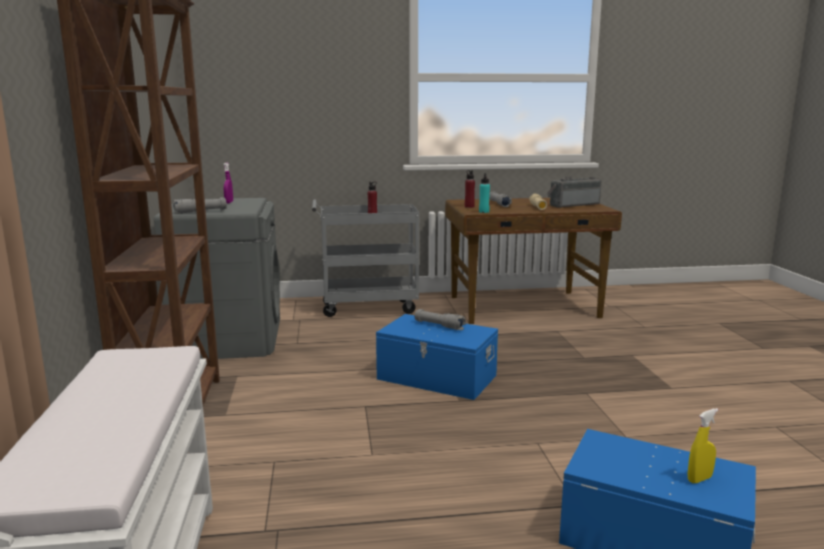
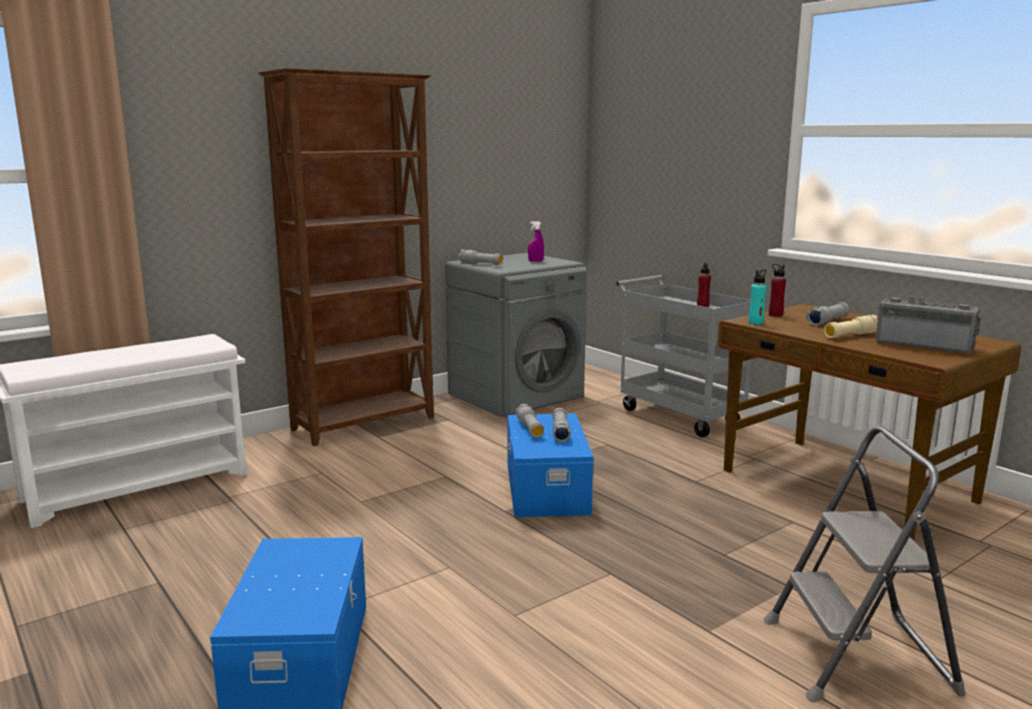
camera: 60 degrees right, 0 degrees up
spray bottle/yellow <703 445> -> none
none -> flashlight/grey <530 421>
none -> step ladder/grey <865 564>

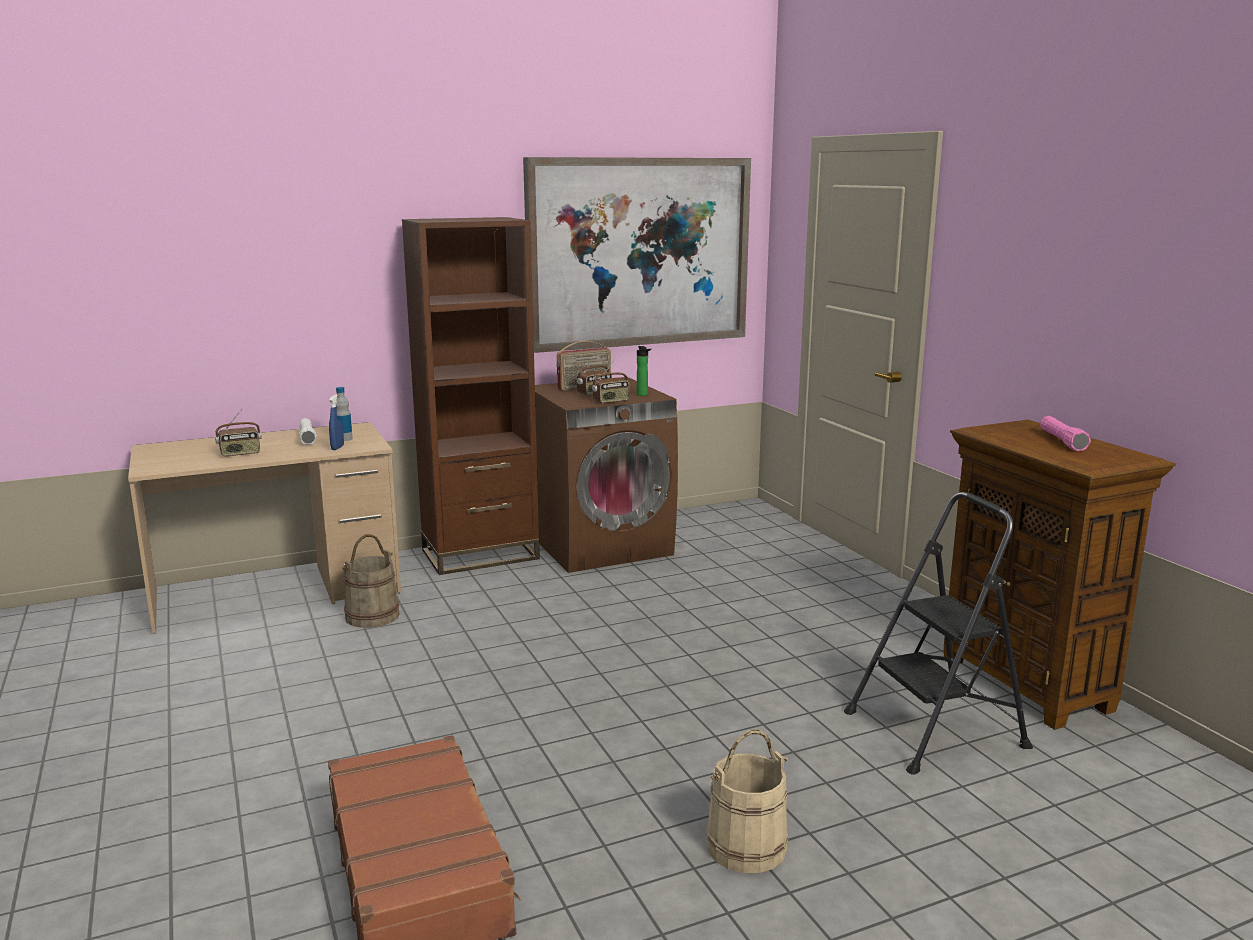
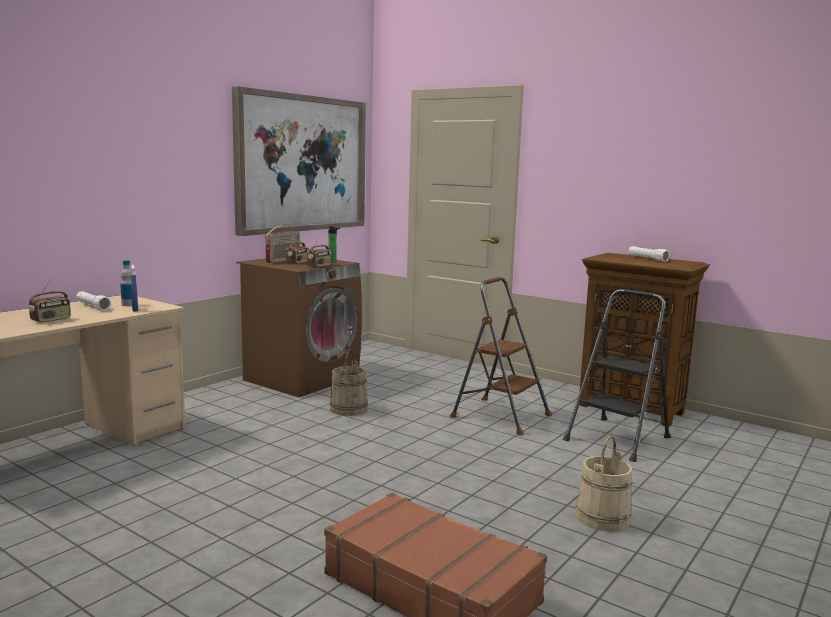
camera: 30 degrees left, 5 degrees down
bookcase/brown <471 396> -> none
none -> step ladder/brown <500 356>
bucket/beige <371 581> -> bucket/beige <349 382>, move
flashlight/pink <1065 433> -> flashlight/white <649 254>

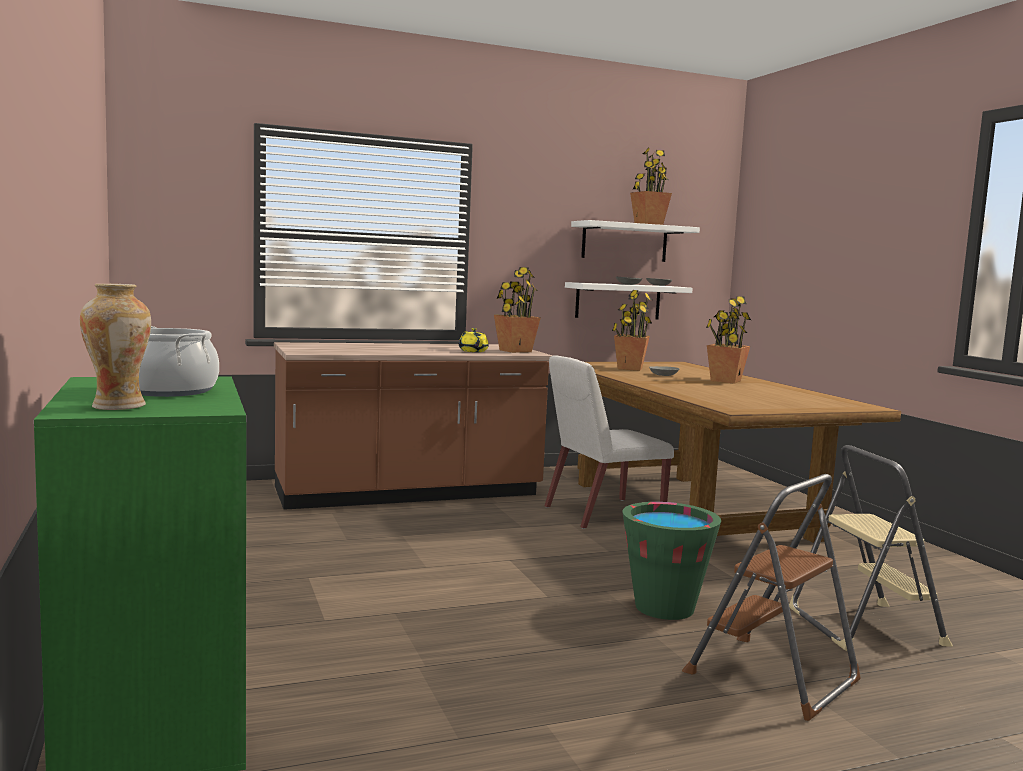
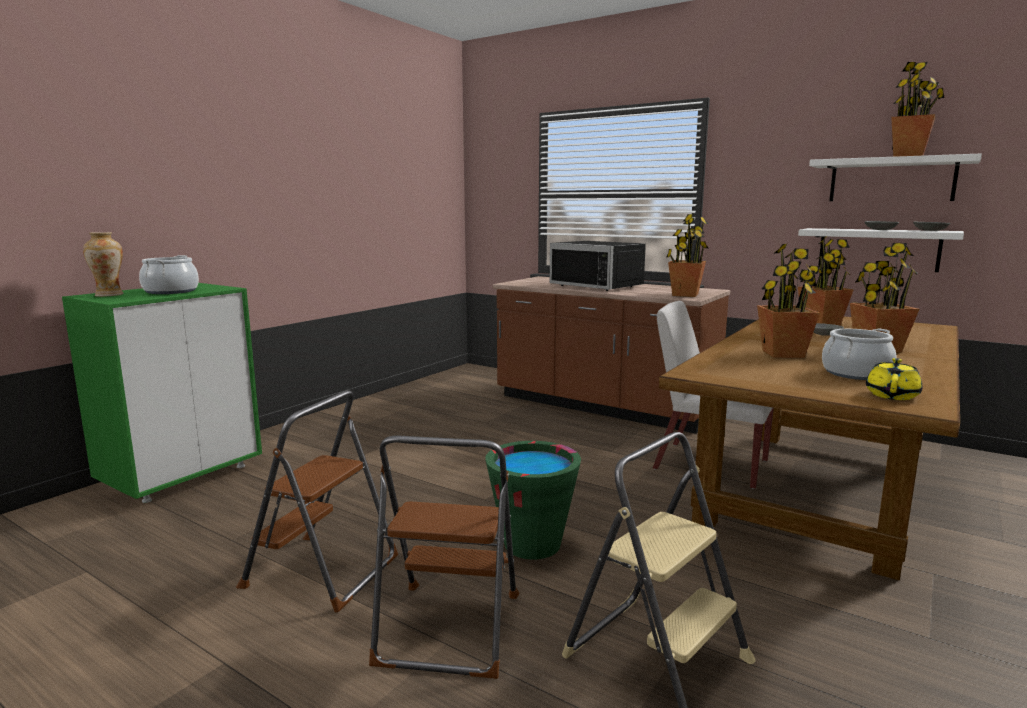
camera: 55 degrees right, 5 degrees up
none -> step ladder/brown <317 501>
none -> microwave/black <597 266>
none -> potted plant <788 301>
none -> cooking pot <859 354>
teapot/yellow <474 340> -> teapot/yellow <894 379>, move

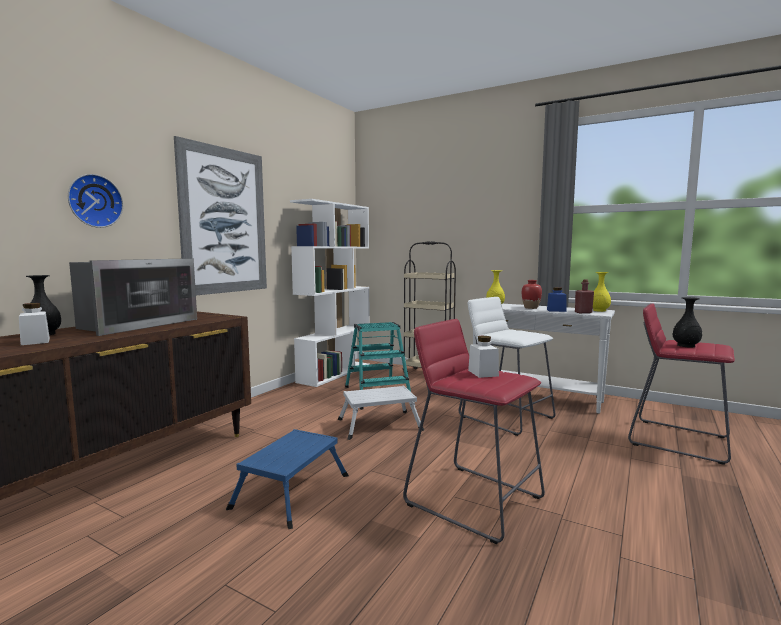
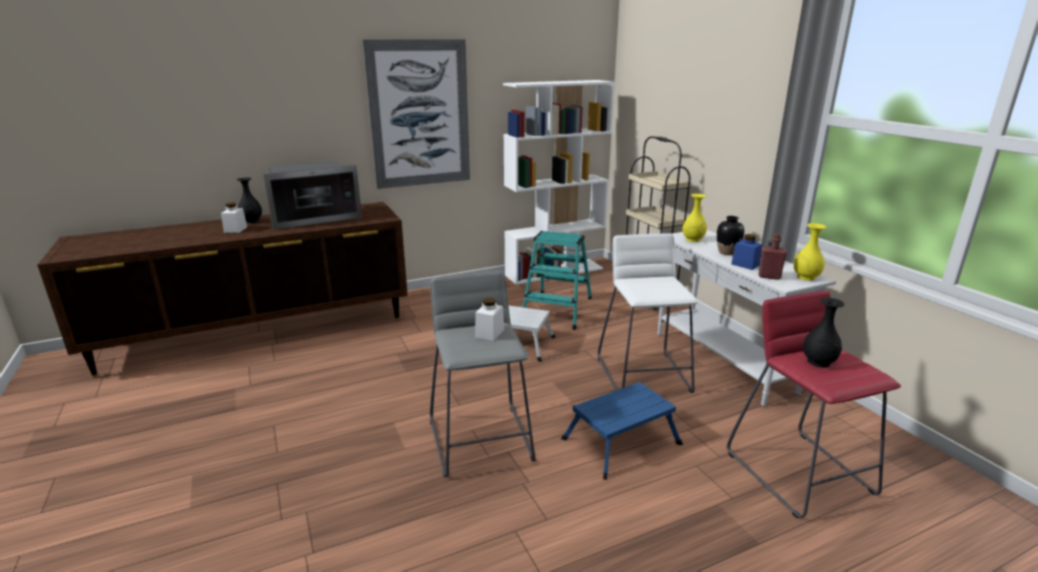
camera: 35 degrees right, 15 degrees up
wall clock <95 201> -> none
step ladder/blue <287 479> -> step ladder/blue <622 431>, move
stool/red <474 431> -> stool/grey <482 374>
vase/red <532 294> -> vase/black <730 235>

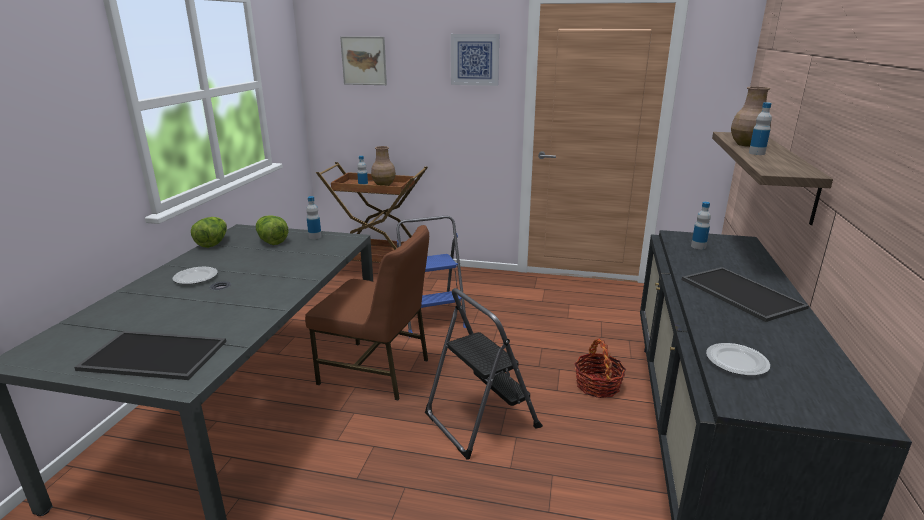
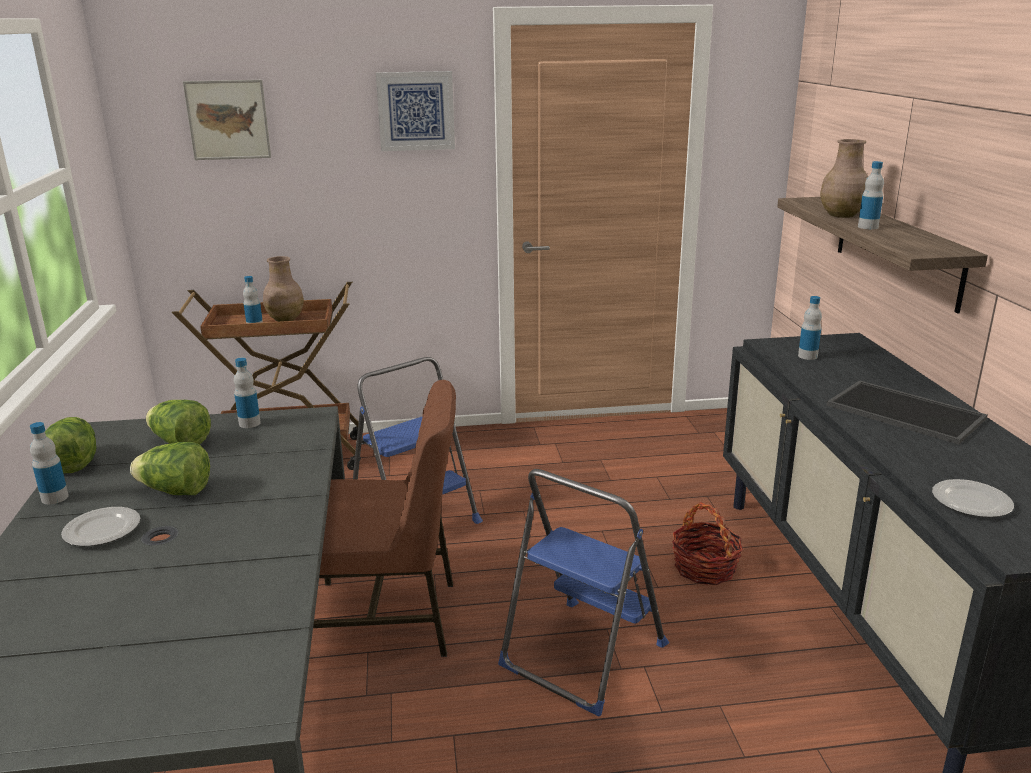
camera: 20 degrees left, 0 degrees up
tray <150 355> -> none
none -> bottle <49 463>
none -> lettuce <170 468>
step ladder/black <484 374> -> step ladder/blue <583 593>

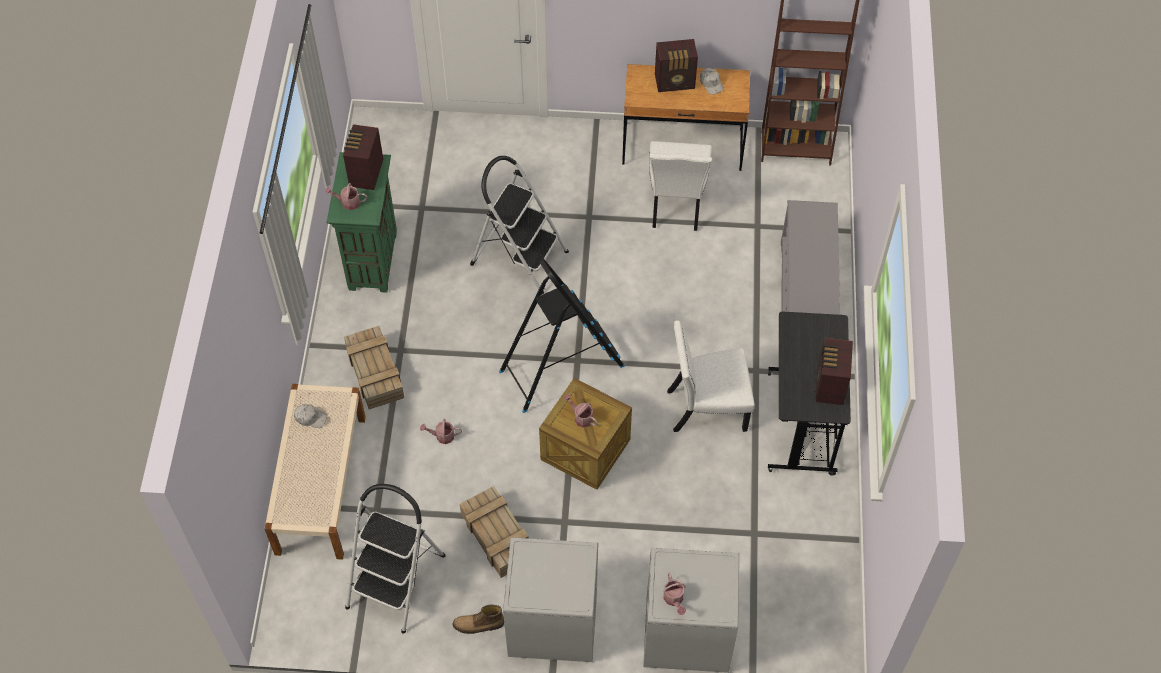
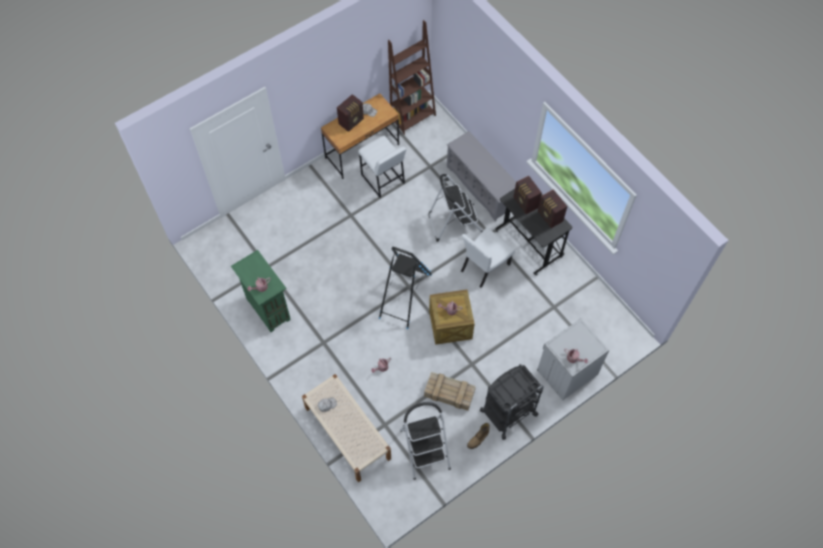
camera: 40 degrees left, 5 degrees up
crate <374 367> -> none
radio <363 157> -> radio <528 195>, move
step ladder <519 225> -> step ladder <455 208>, move
washing machine/white <550 599> -> cart/black <512 402>
chair/white <680 186> -> stool/white <382 167>

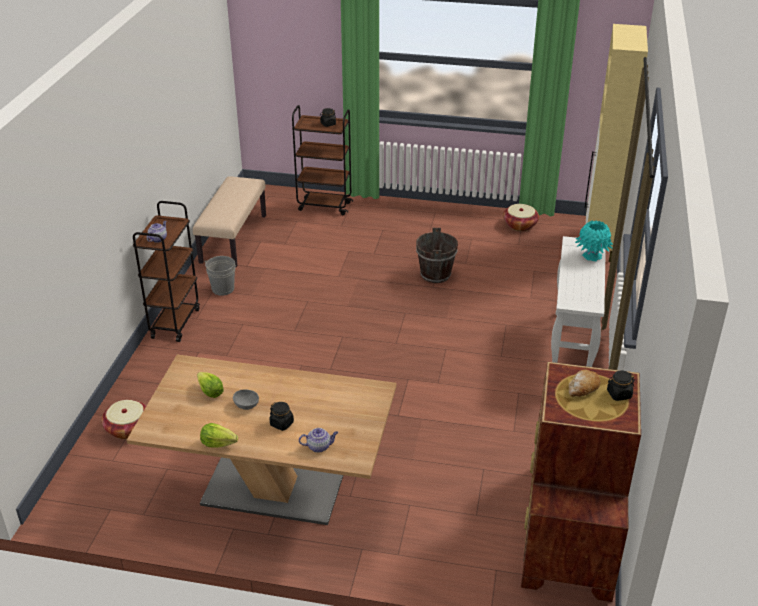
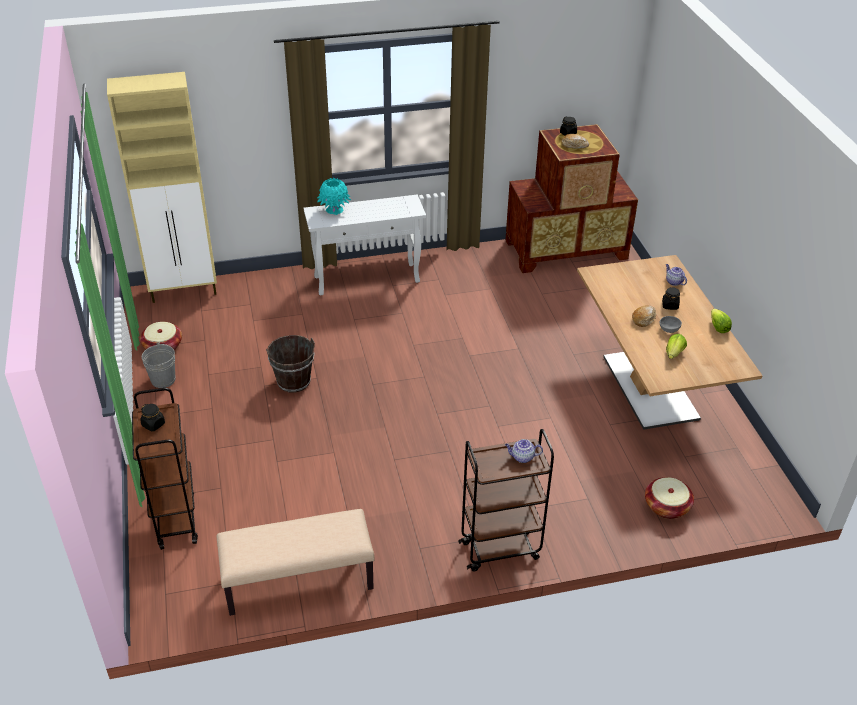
camera: 115 degrees left, 5 degrees up
none -> bread <644 316>
bucket/grey <220 276> -> bucket/grey <159 365>, move

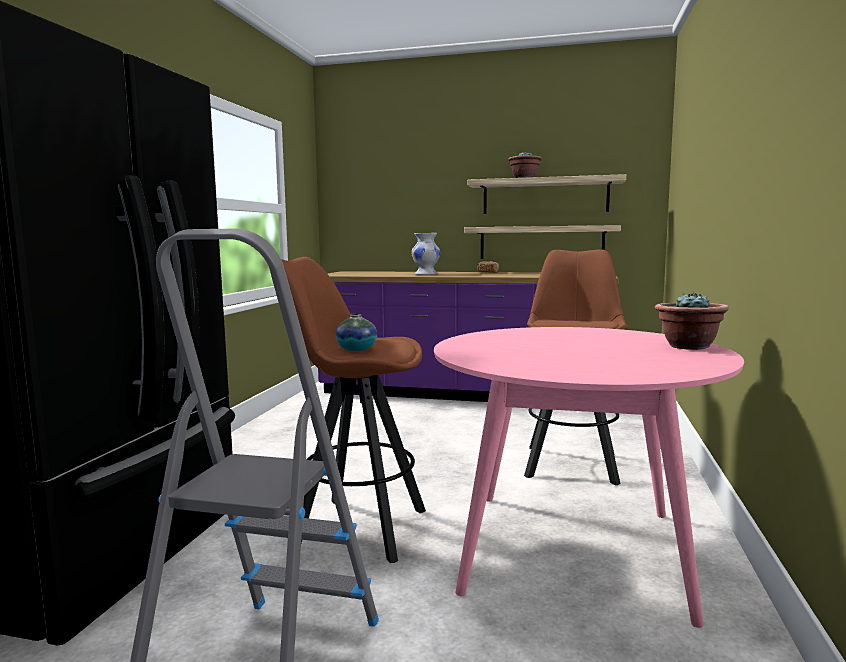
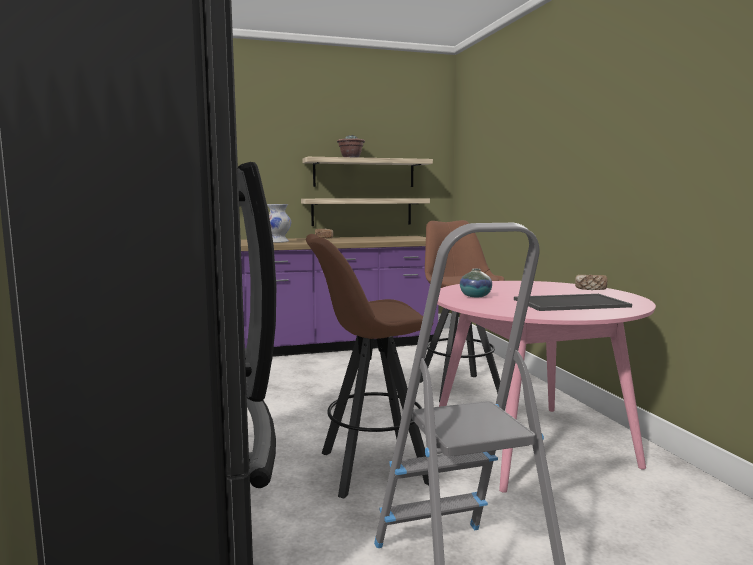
camera: 30 degrees left, 0 degrees up
none -> tray <573 302>
vase <356 332> -> vase <476 283>, move
potted plant <692 321> -> bread <591 282>

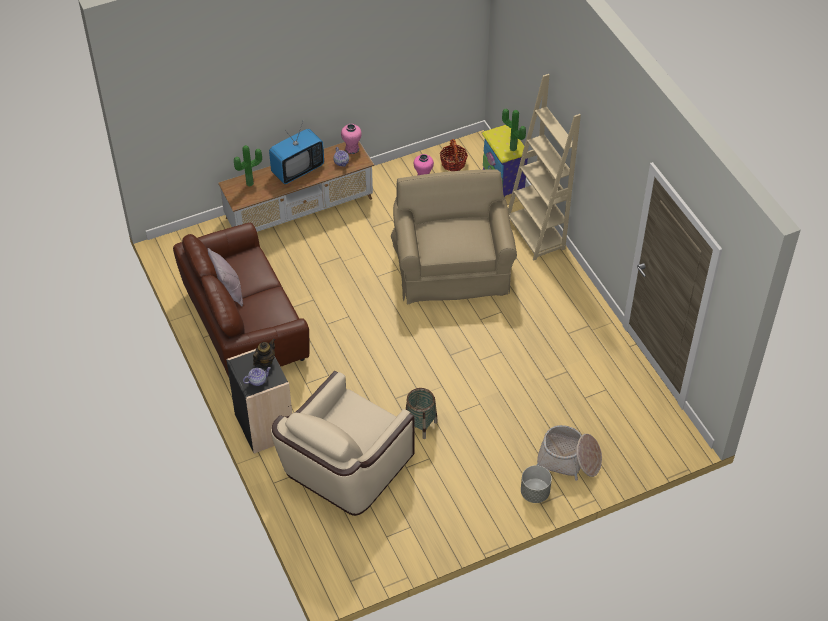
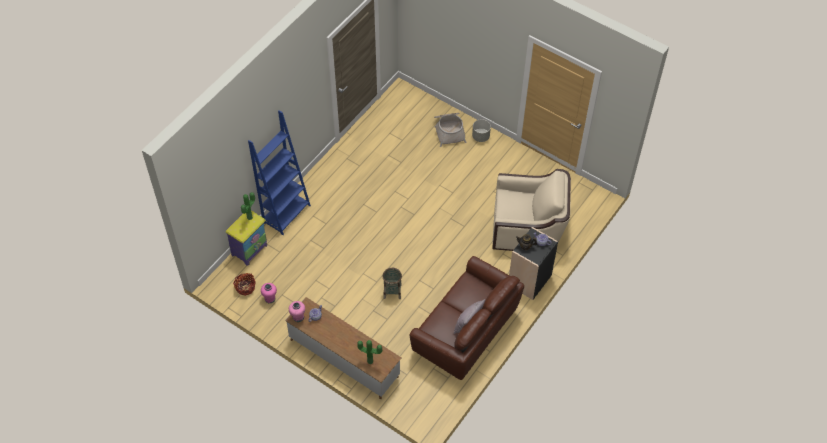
camera: 120 degrees left, 5 degrees up
television <296 153> -> none
armchair/beige <454 236> -> none
basket <422 413> -> basket <392 283>, move
bookcase/beige <544 167> -> bookcase/blue <279 172>

